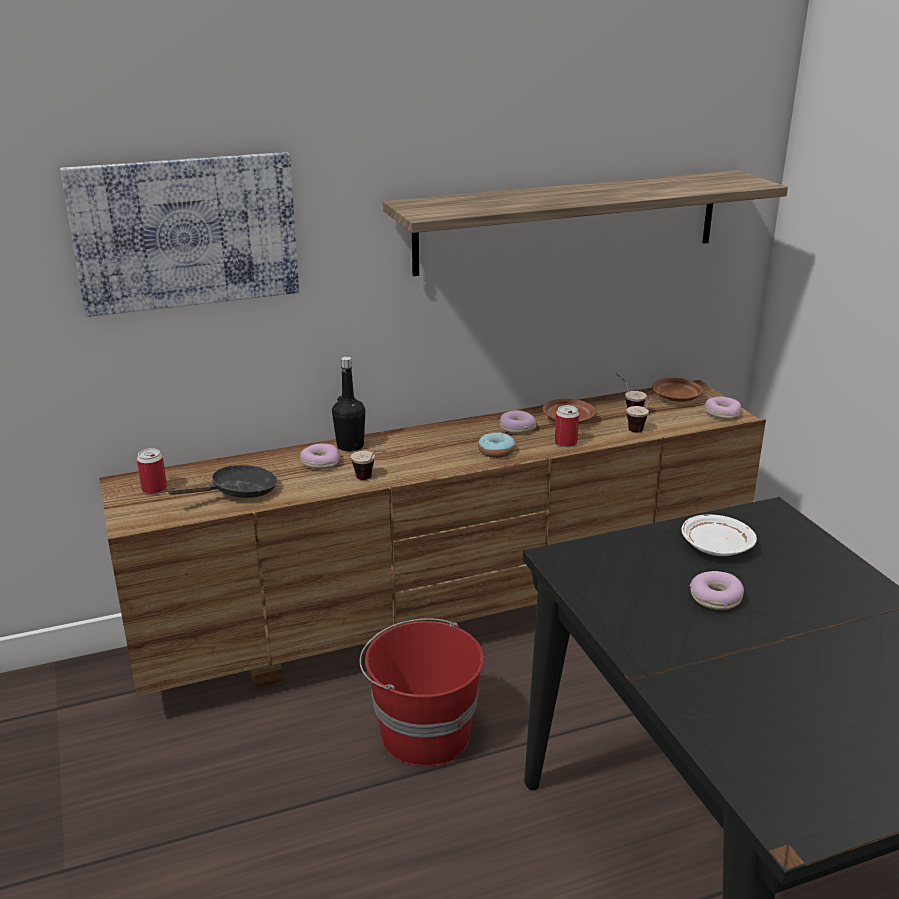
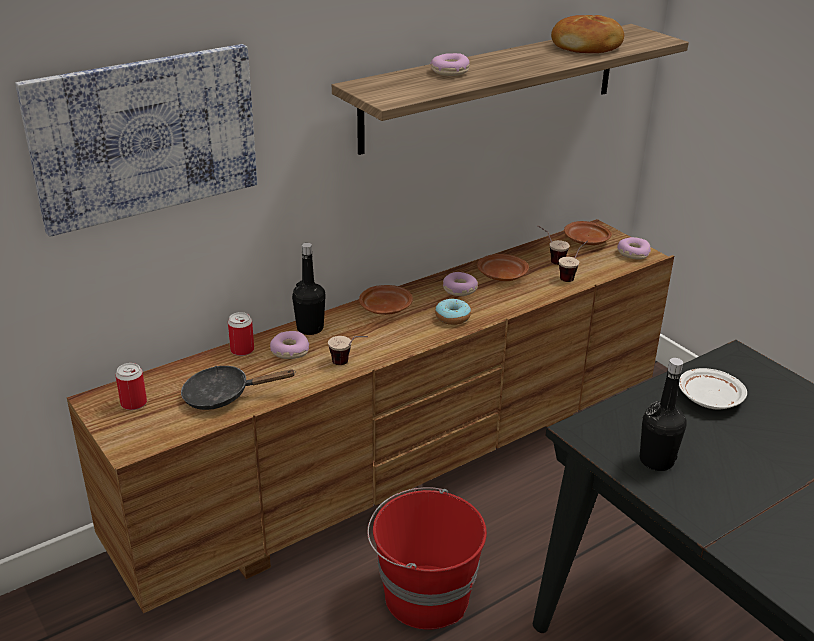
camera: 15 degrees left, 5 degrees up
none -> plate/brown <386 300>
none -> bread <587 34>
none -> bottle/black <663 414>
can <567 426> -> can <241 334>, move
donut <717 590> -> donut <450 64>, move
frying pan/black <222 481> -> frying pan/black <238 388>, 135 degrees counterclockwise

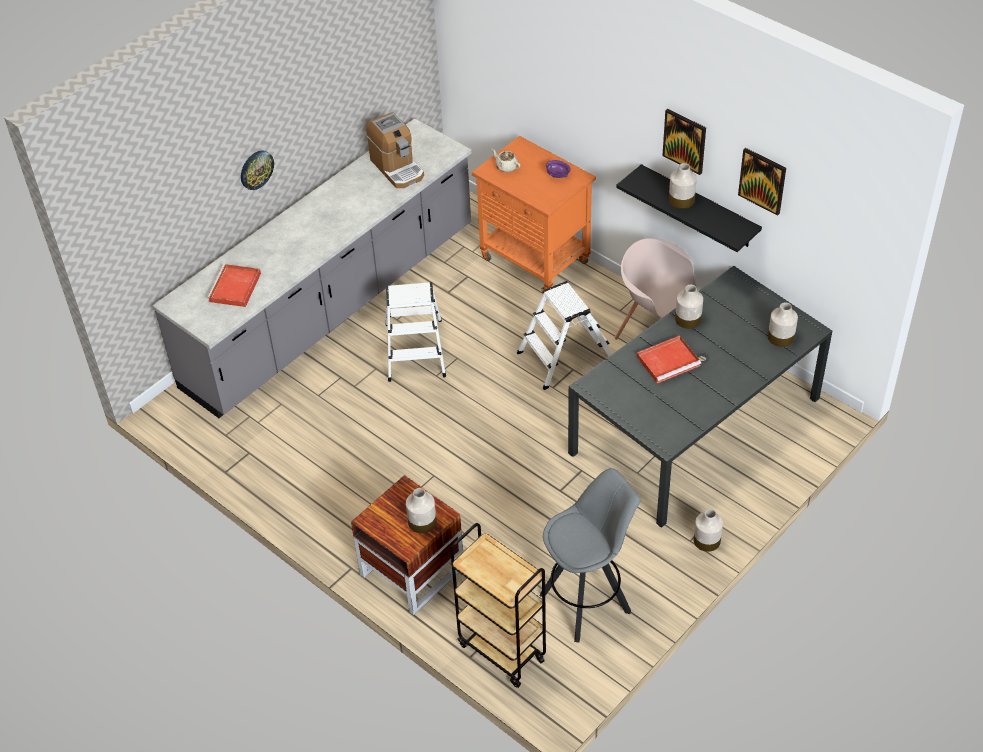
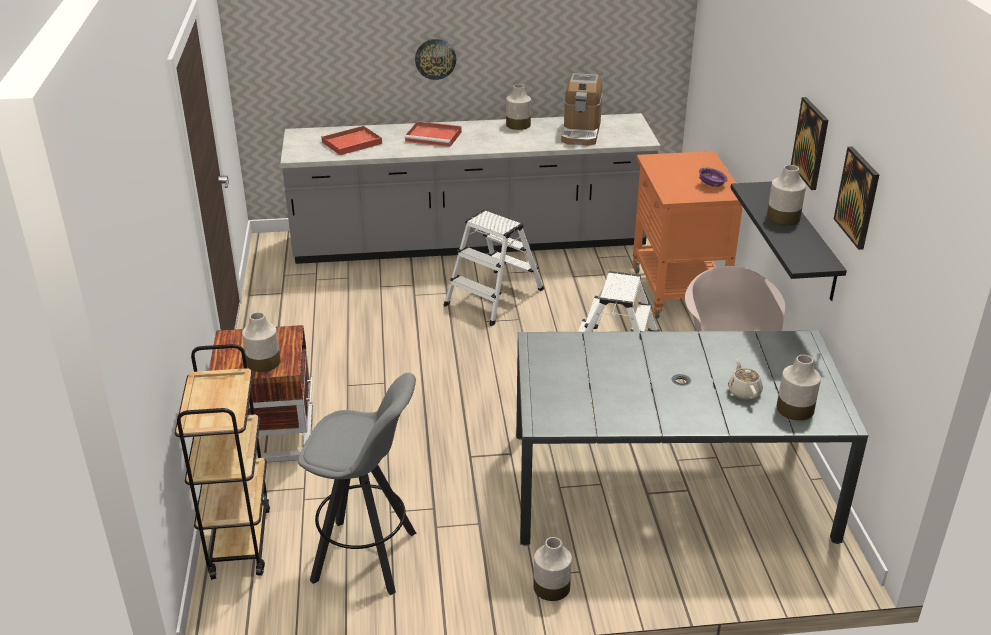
camera: 40 degrees right, 15 degrees down
teapot/beige <506 160> -> teapot/beige <745 379>, move
tray/red <668 359> -> tray/red <433 134>, move
vase/beige <689 307> -> vase/beige <518 107>, move

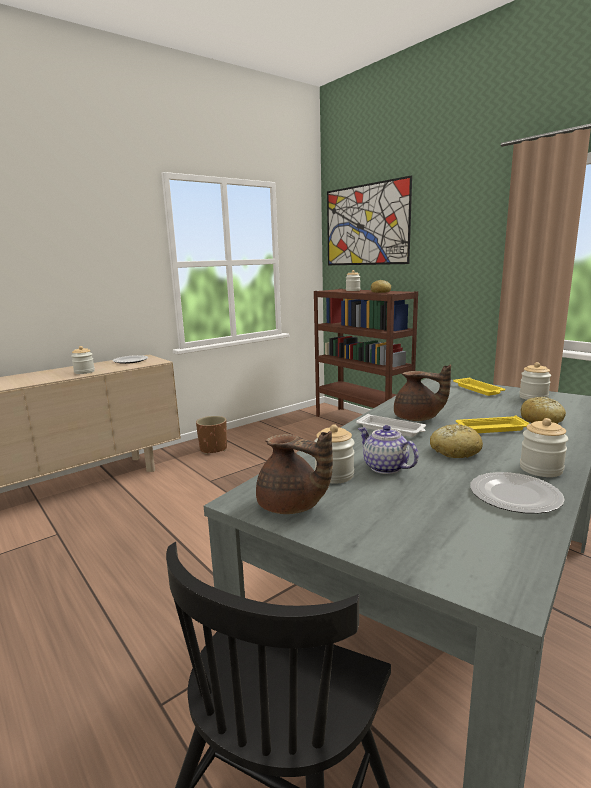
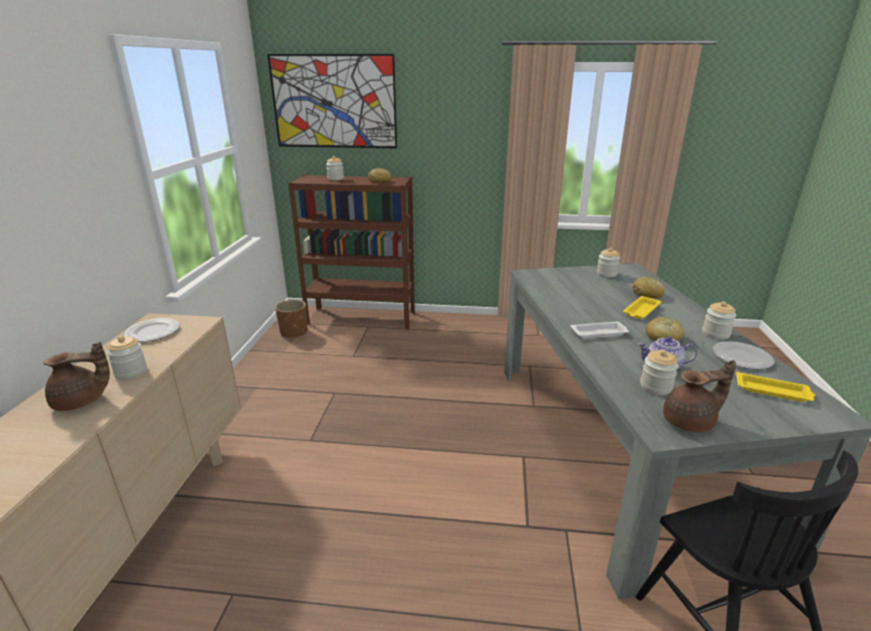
camera: 45 degrees left, 10 degrees up
planter/brown <211 435> -> planter/brown <291 319>, move
teapot/brown <422 393> -> teapot/brown <76 376>, move
tray/yellow <479 386> -> tray/yellow <775 387>, move

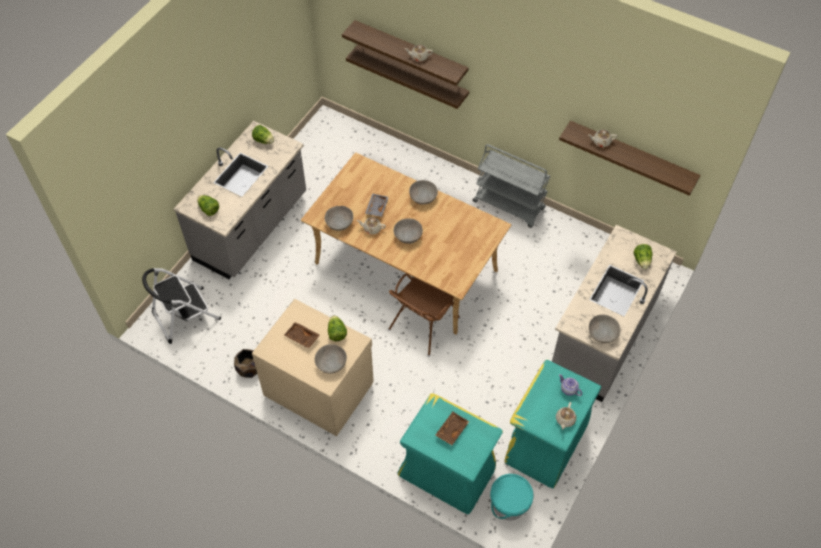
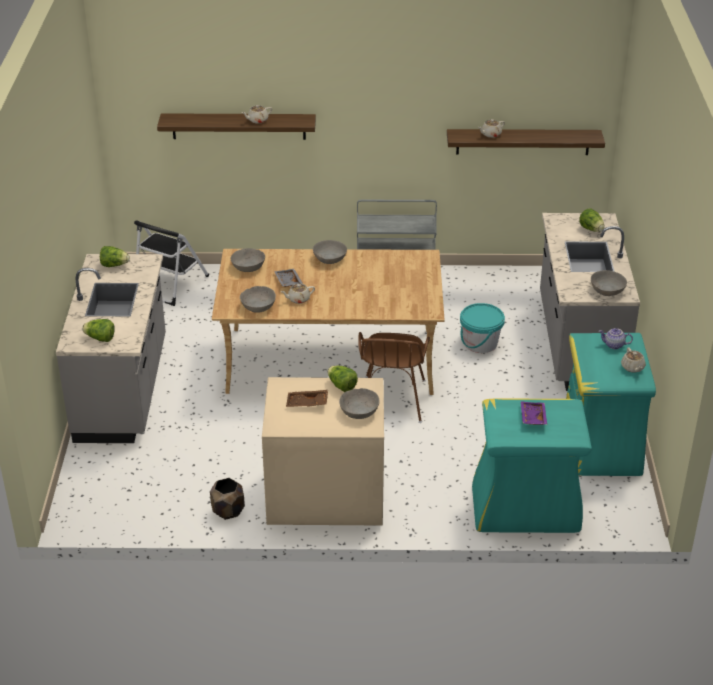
camera: 30 degrees left, 20 degrees down
shelf <407 76> -> none
step ladder <181 306> -> step ladder <171 263>, move
bowl/grey <408 231> -> bowl/grey <248 260>, move
bucket/turquoise <512 497> -> bucket/turquoise <482 328>, move
tray/brown <452 428> -> tray/purple <534 413>

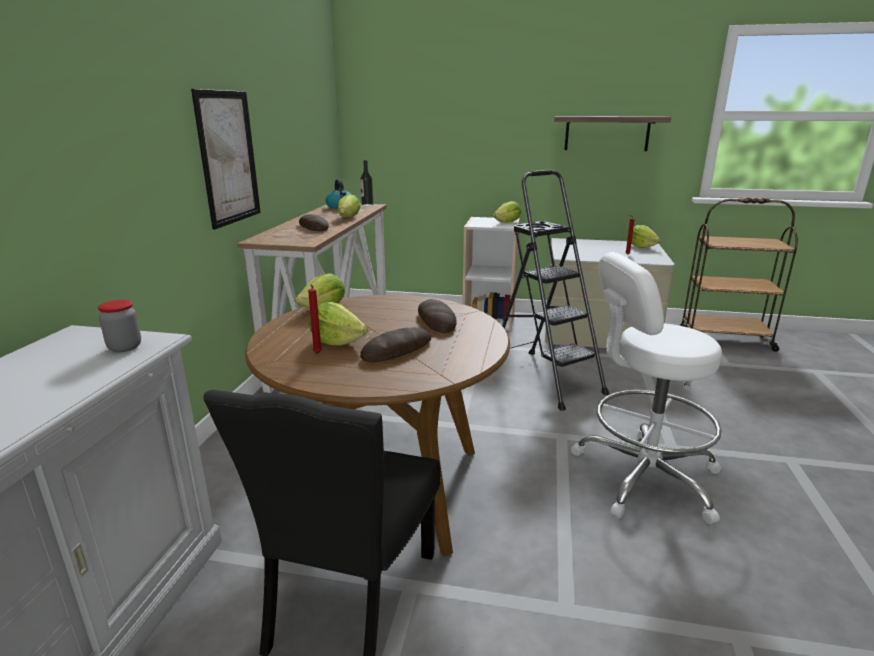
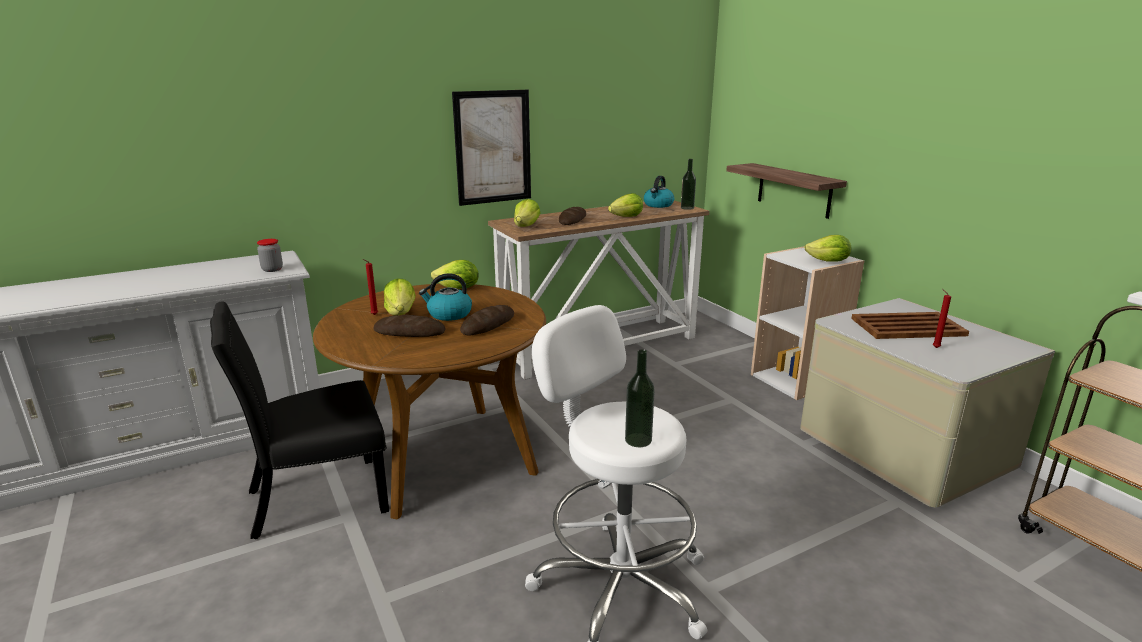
camera: 50 degrees right, 0 degrees up
step ladder <555 290> -> none
none -> kettle <445 297>
none -> bottle <640 398>
none -> tray/brown <910 325>
shelf <612 133> -> shelf <786 191>, move
lettuce <646 236> -> lettuce <527 213>, move

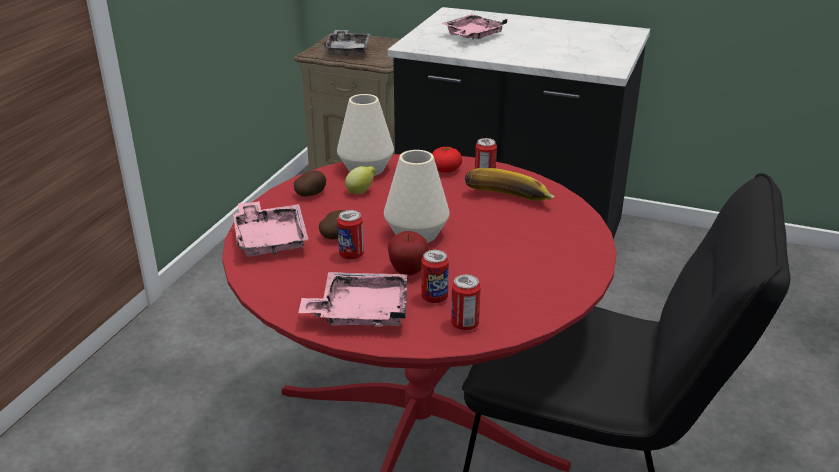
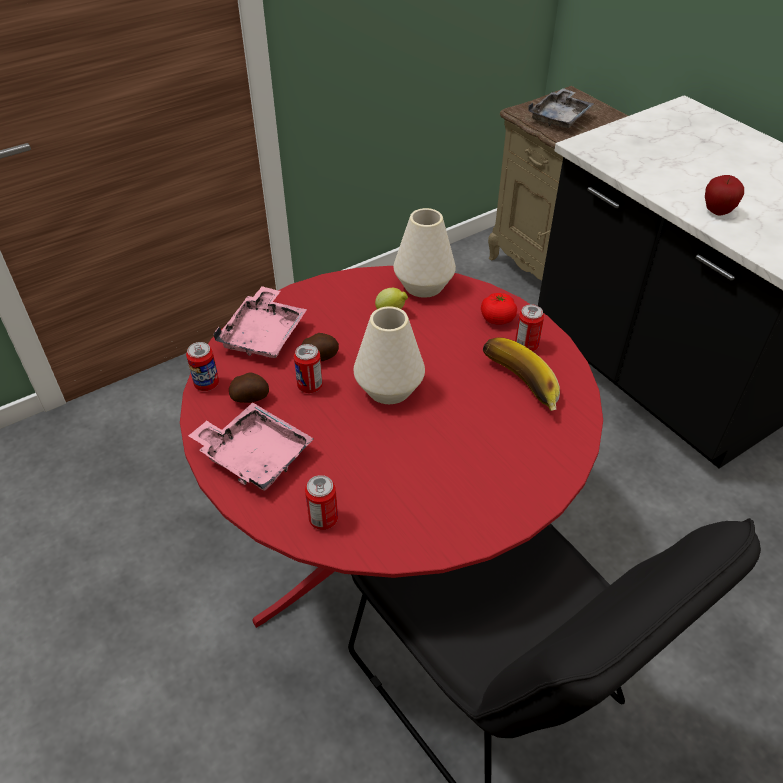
camera: 35 degrees right, 15 degrees up
tray/pink <474 26> -> none
potato <310 183> -> potato <249 387>, move
apple <408 253> -> apple <724 195>, move
can <435 276> -> can <202 366>, move

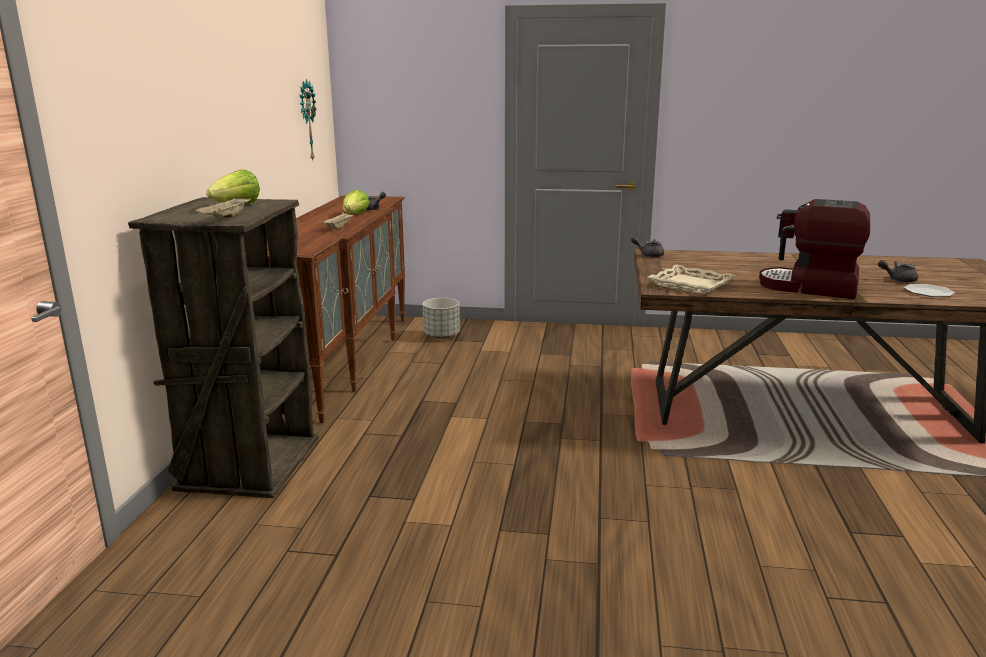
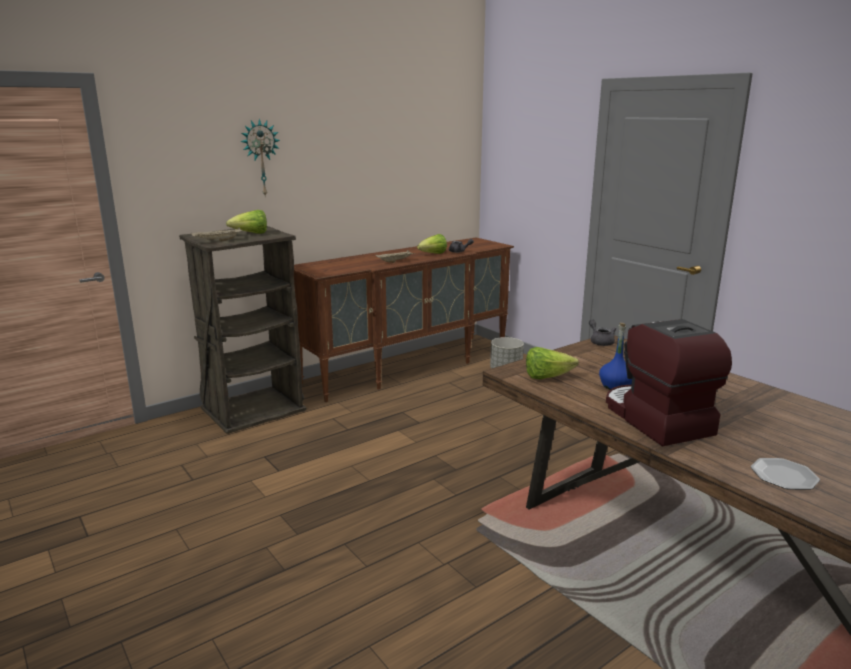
camera: 45 degrees right, 0 degrees up
teapot/grey <898 271> -> none
none -> bottle/blue <615 356>
wall clock <307 119> -> wall clock <260 158>, move
tray/beige <691 280> -> lettuce <552 363>

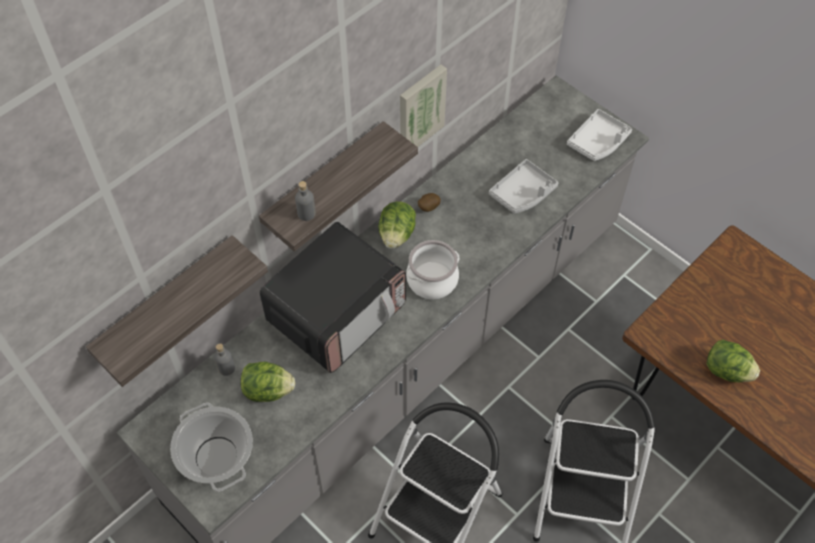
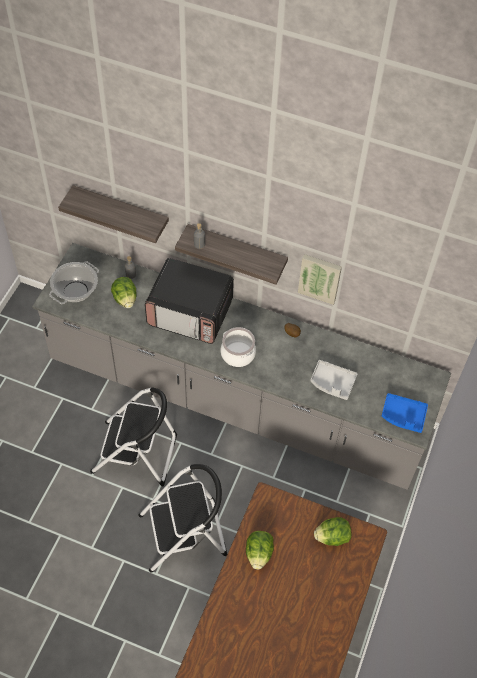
camera: 65 degrees right, 0 degrees up
lettuce <397 225> -> lettuce <333 531>, move
tray/white <599 135> -> tray/blue <405 413>

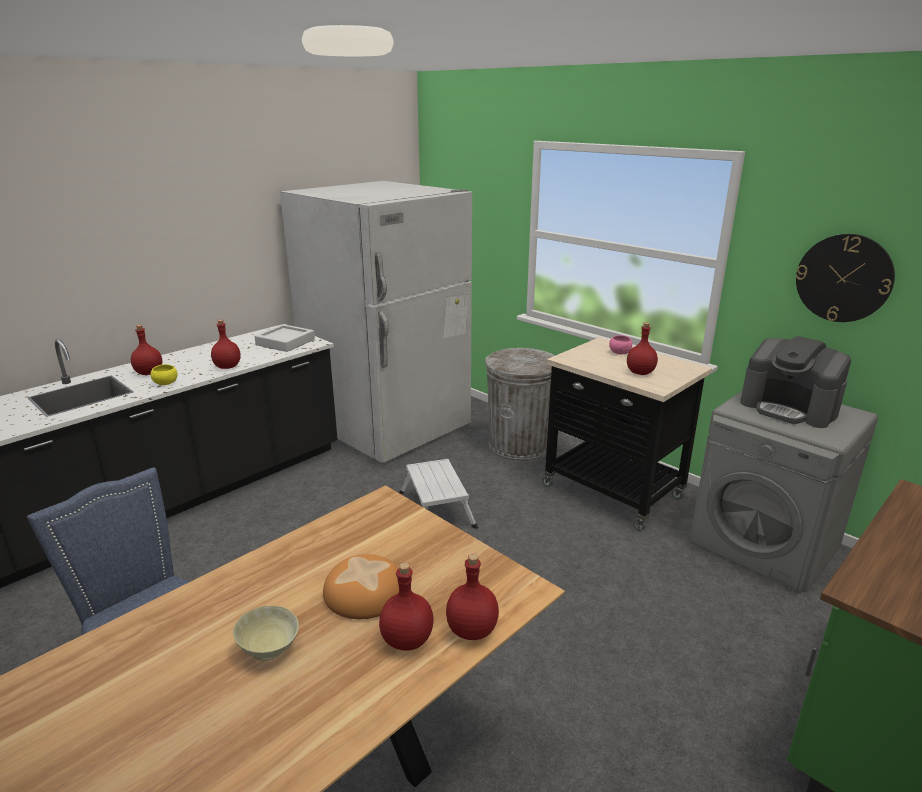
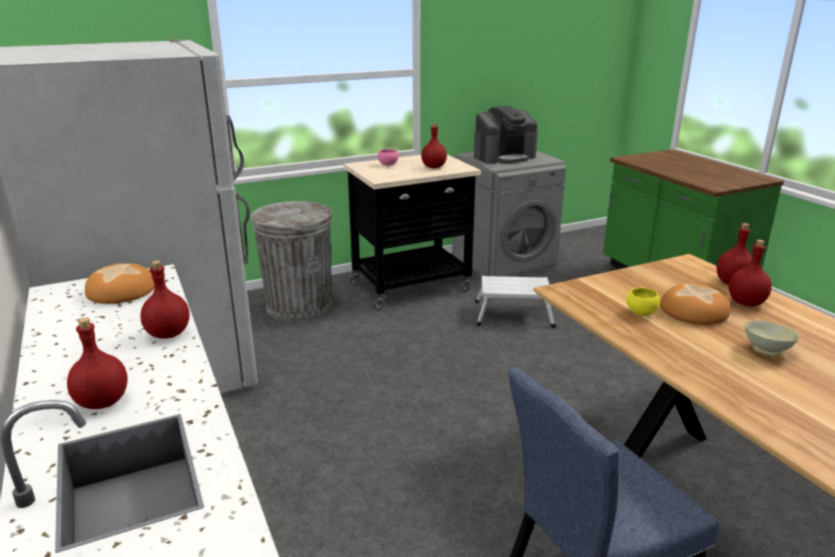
camera: 70 degrees left, 0 degrees up
wall clock <845 278> -> none
bowl/yellow <164 374> -> bowl/yellow <643 302>, move
step ladder/white <438 494> -> step ladder/white <515 302>, move
tray/grey <284 338> -> bread <120 284>

